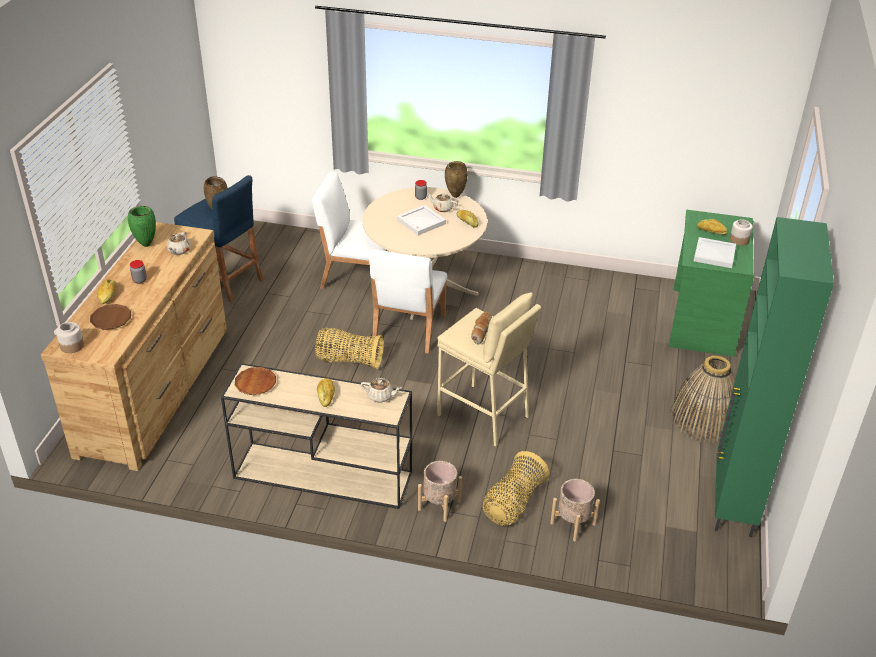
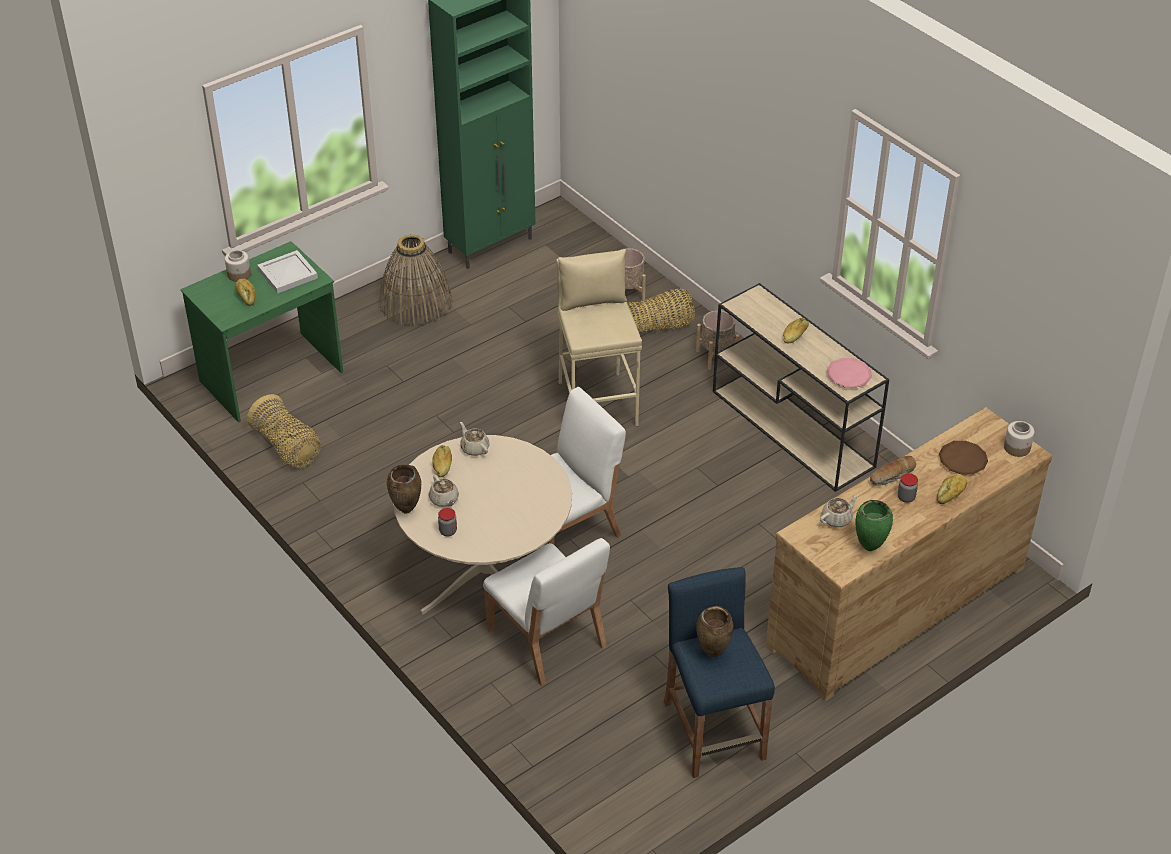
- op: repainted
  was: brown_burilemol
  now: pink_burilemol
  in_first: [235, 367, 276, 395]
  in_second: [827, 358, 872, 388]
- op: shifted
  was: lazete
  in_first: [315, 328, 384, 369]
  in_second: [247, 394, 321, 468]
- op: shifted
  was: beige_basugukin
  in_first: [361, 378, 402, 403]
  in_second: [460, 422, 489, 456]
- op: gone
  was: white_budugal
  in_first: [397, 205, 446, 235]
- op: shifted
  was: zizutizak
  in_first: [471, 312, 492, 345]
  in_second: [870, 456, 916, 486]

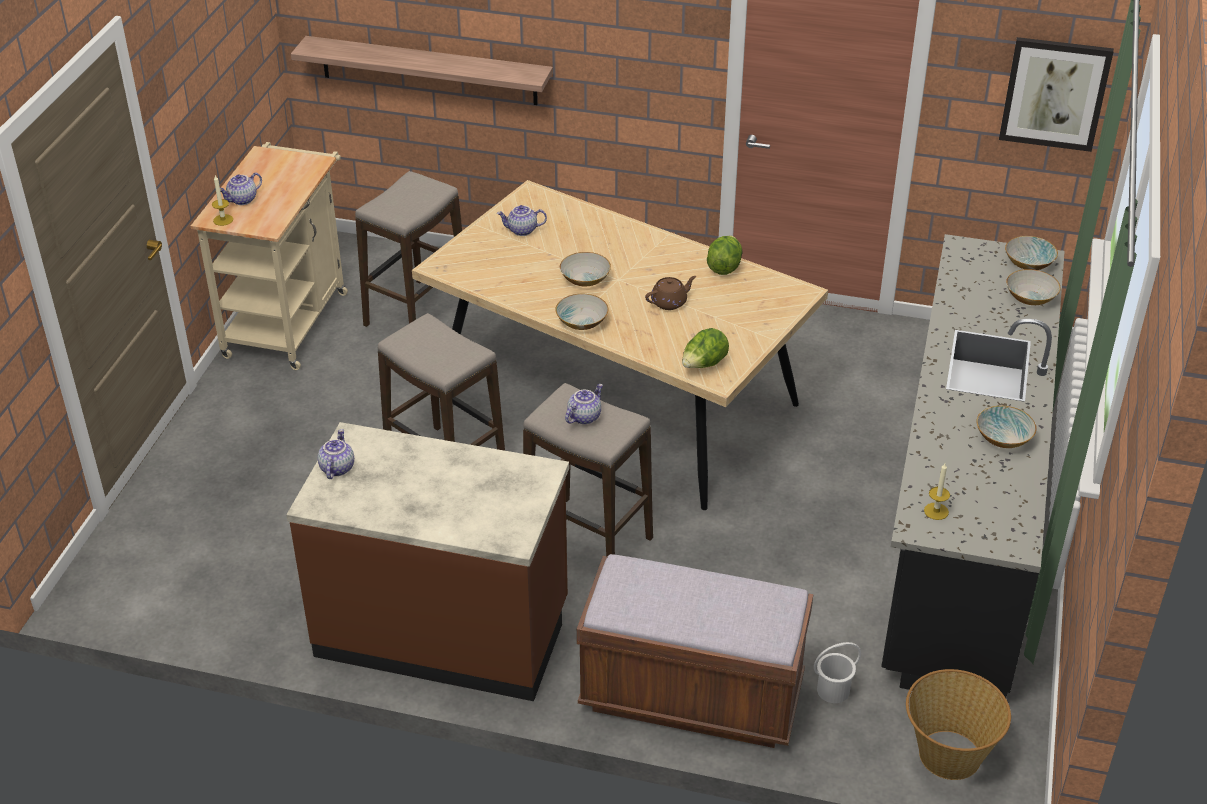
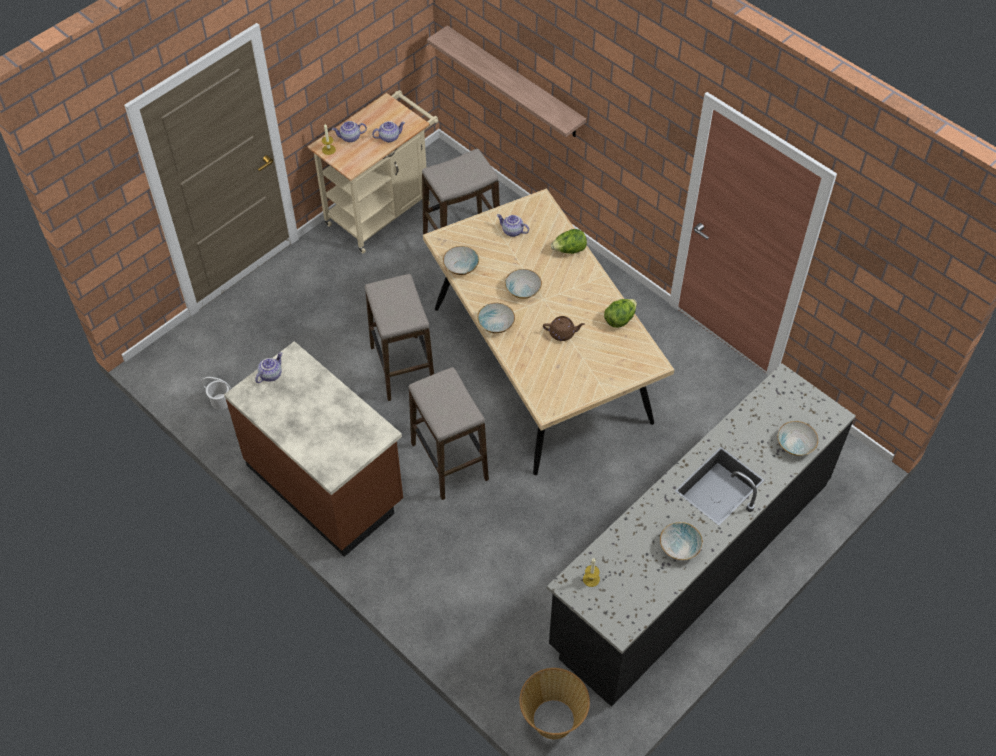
- op: shifted
  was: basugukin
  in_first: [565, 384, 603, 424]
  in_second: [372, 121, 405, 143]
- op: gone
  was: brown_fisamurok
  in_first: [577, 554, 813, 748]
- op: shifted
  was: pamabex
  in_first: [682, 328, 729, 368]
  in_second: [551, 229, 587, 254]
- op: shifted
  was: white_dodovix
  in_first: [814, 642, 861, 703]
  in_second: [201, 377, 231, 410]
- op: gone
  was: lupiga
  in_first: [999, 37, 1114, 152]
- op: shifted
  was: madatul
  in_first: [1005, 236, 1058, 270]
  in_second: [443, 246, 479, 275]

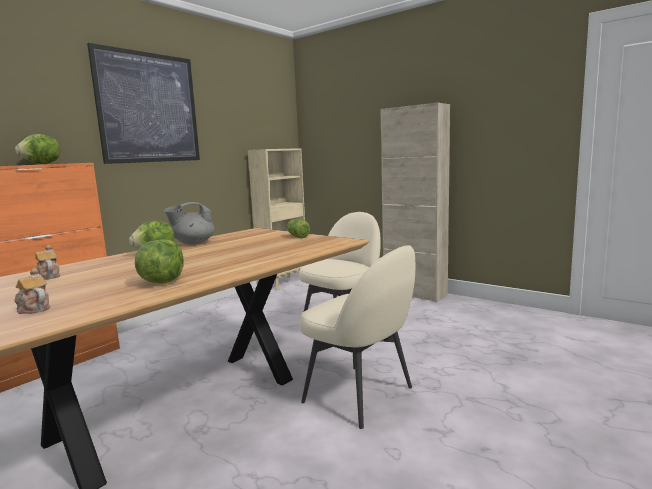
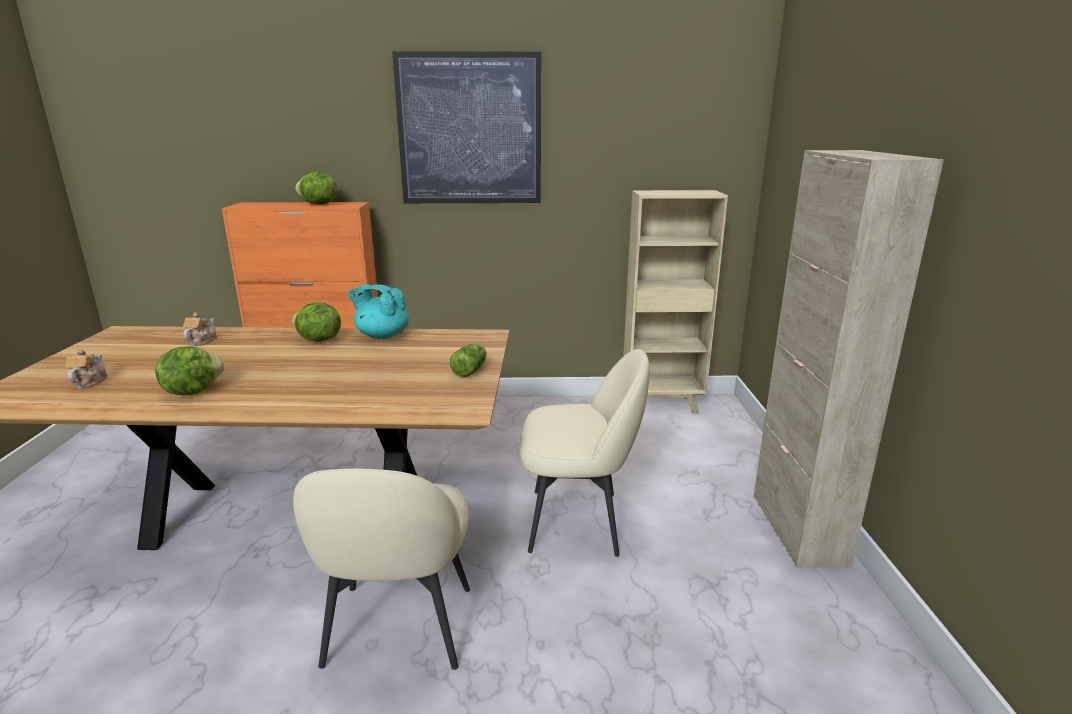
- op: repainted
  was: grey_basugukin
  now: turquoise_basugukin
  in_first: [164, 202, 215, 245]
  in_second: [348, 284, 409, 339]

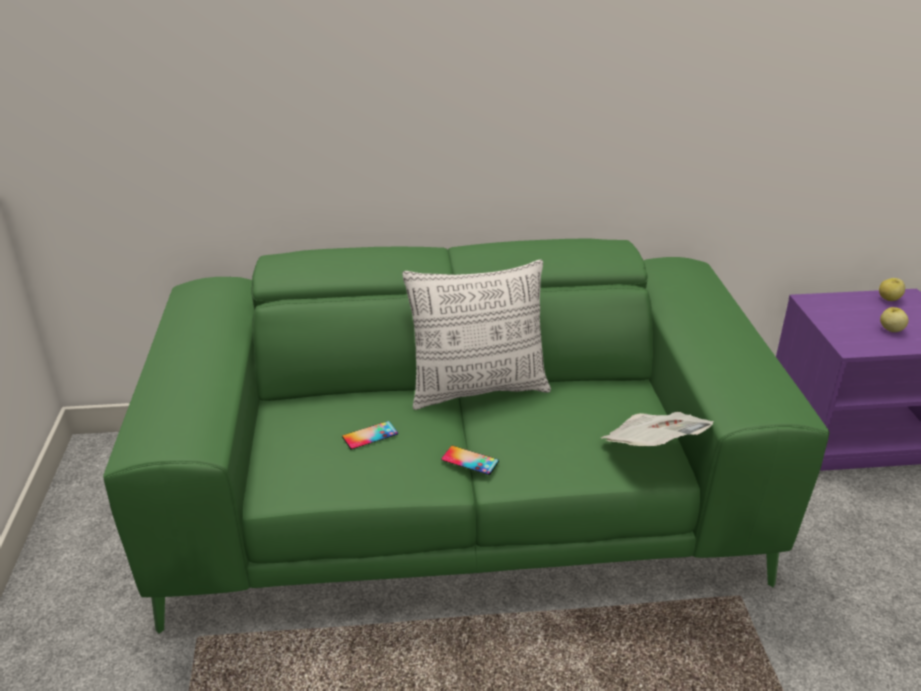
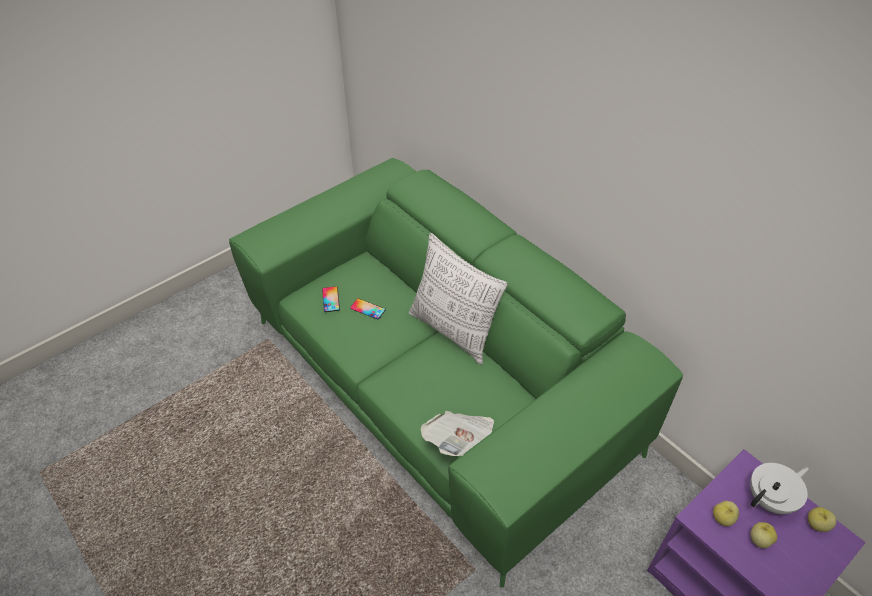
- op: shifted
  was: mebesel
  in_first: [442, 446, 499, 475]
  in_second: [322, 286, 340, 312]
- op: new
  now: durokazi
  in_second: [713, 501, 739, 526]
- op: new
  now: white_basugukin
  in_second: [750, 463, 809, 514]

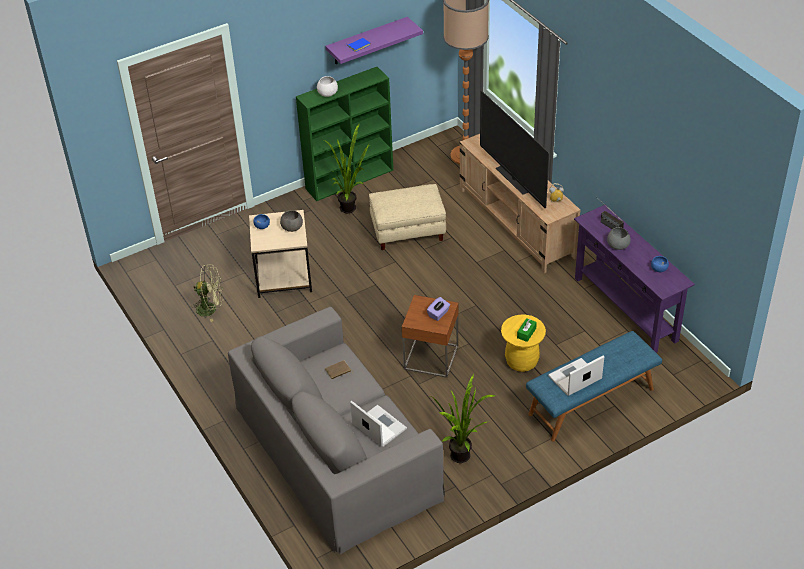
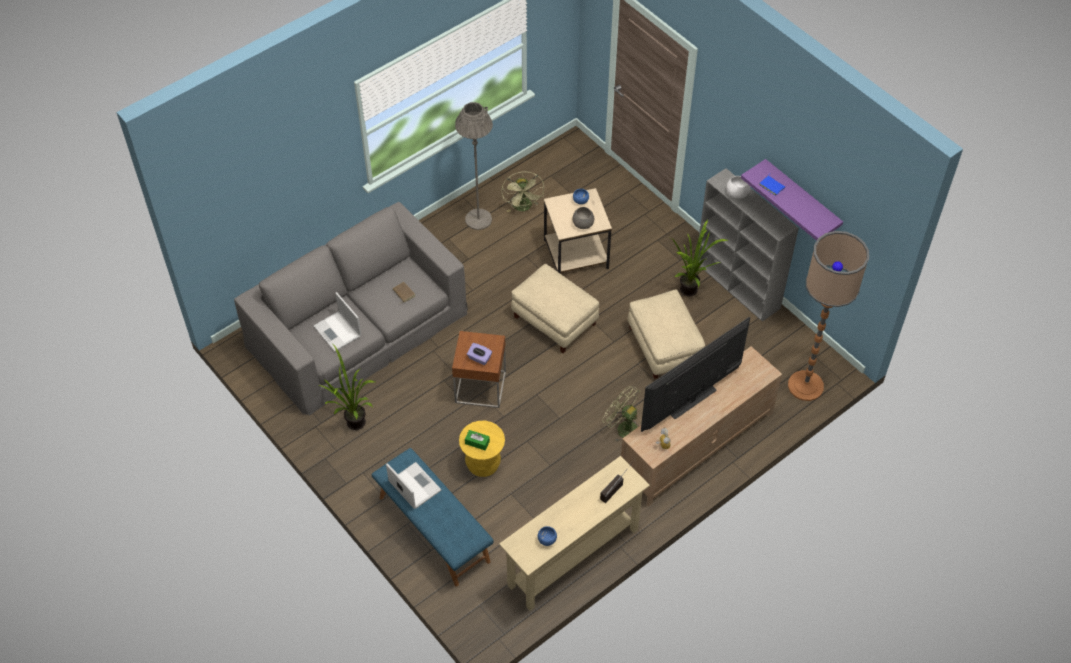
- op: repainted
  was: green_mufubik
  now: grey_mufubik
  in_first: [296, 67, 393, 201]
  in_second: [698, 168, 799, 322]
- op: rotated
  was: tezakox
  in_first: [350, 401, 407, 447]
  in_second: [313, 292, 361, 352]
  clockwise: 105
- op: repainted
  was: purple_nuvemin
  now: beige_nuvemin
  in_first: [574, 205, 695, 353]
  in_second: [499, 456, 650, 611]
- op: gone
  was: grey_madatul
  in_first: [607, 227, 631, 250]
- op: new
  now: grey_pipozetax
  in_second: [455, 102, 493, 230]
- op: new
  now: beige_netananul
  in_second: [511, 264, 599, 353]
- op: new
  now: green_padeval
  in_second: [603, 386, 640, 441]

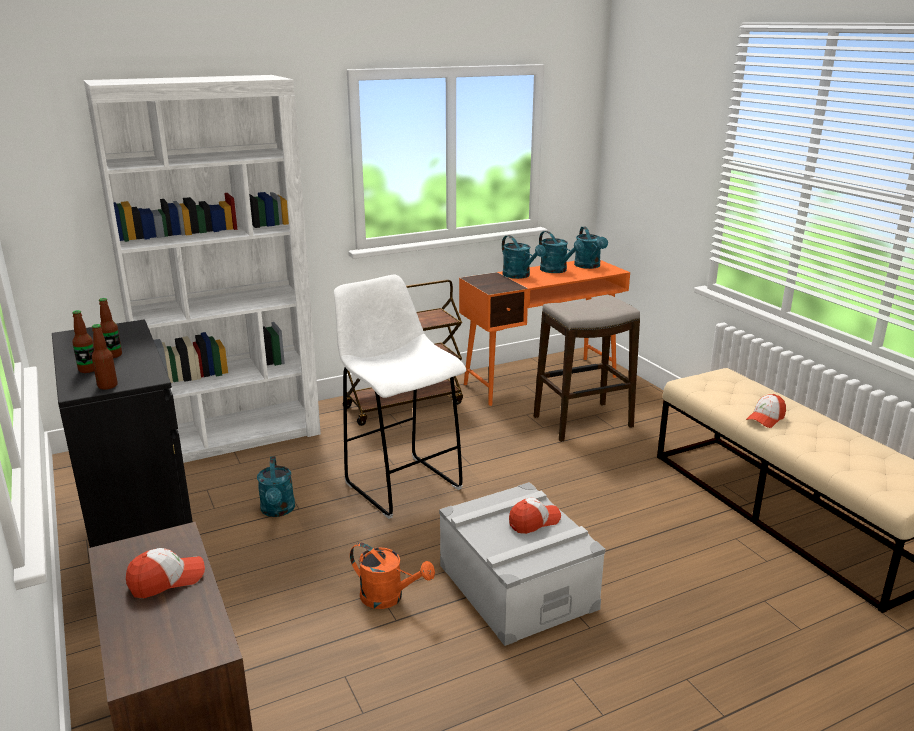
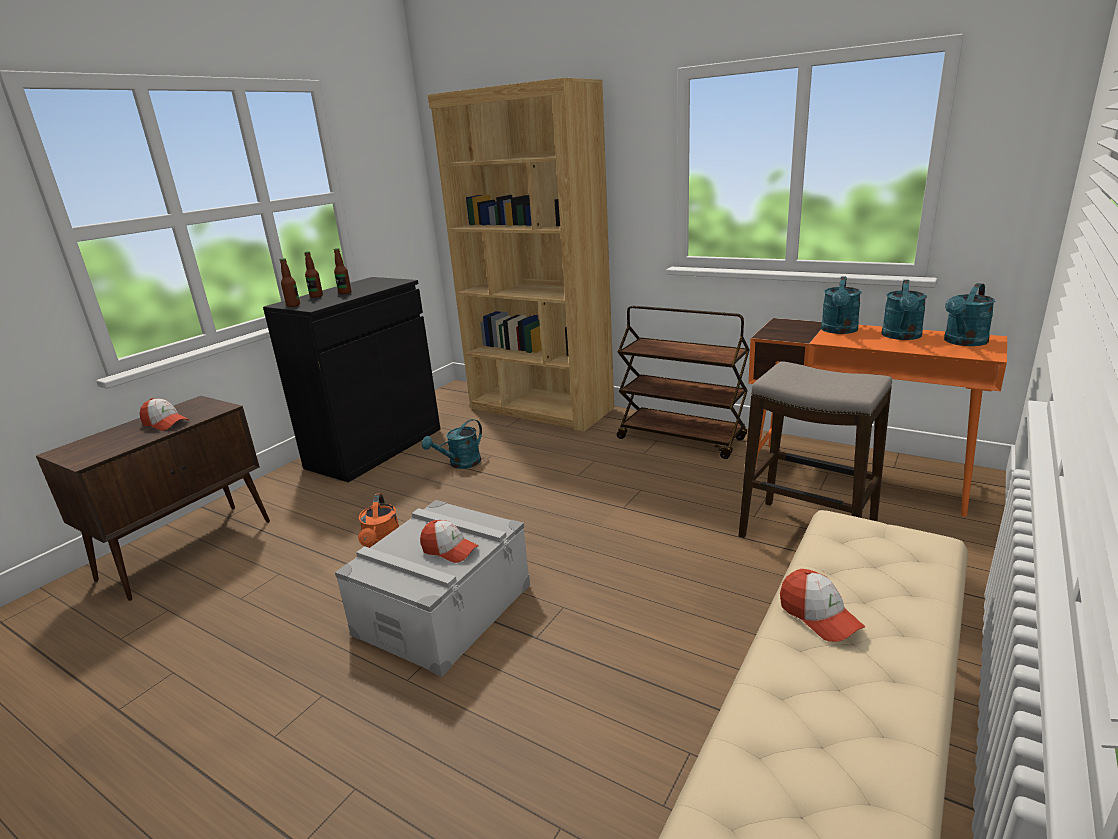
- op: repainted
  was: white_mufubik
  now: brown_mufubik
  in_first: [84, 75, 321, 463]
  in_second: [428, 78, 614, 432]
- op: gone
  was: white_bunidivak
  in_first: [334, 275, 466, 519]
- op: rotated
  was: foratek
  in_first: [746, 394, 786, 428]
  in_second: [780, 569, 866, 642]
  clockwise: -135

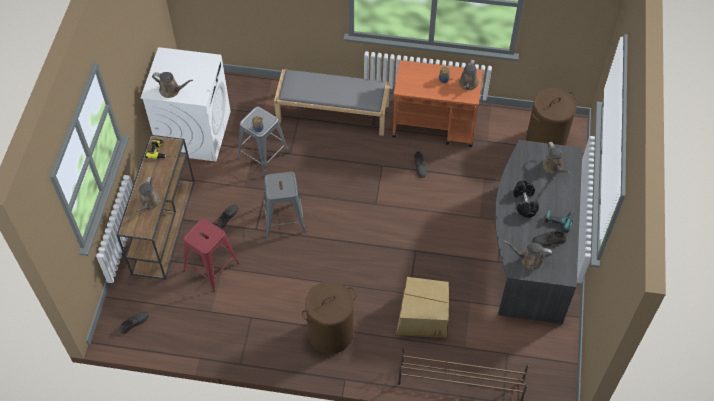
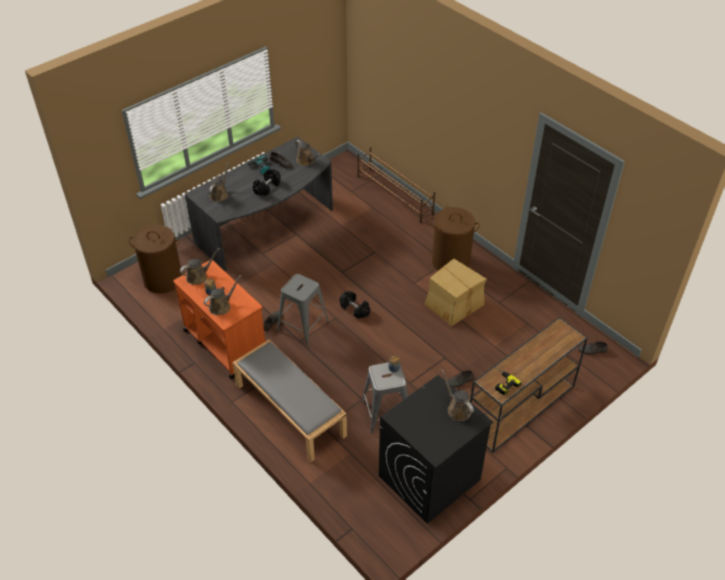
- op: shifted
  was: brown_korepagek
  in_first: [136, 177, 161, 212]
  in_second: [204, 275, 242, 315]
- op: repainted
  was: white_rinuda
  now: black_rinuda
  in_first: [141, 47, 231, 162]
  in_second: [379, 375, 493, 524]
- op: gone
  was: red_bunidivak
  in_first: [183, 218, 240, 291]
- op: shifted
  was: grey_bunidivak
  in_first: [263, 172, 306, 237]
  in_second: [277, 274, 329, 346]
- op: shifted
  was: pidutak
  in_first: [396, 277, 449, 338]
  in_second: [424, 259, 487, 326]
- op: new
  now: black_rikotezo
  in_second: [340, 291, 370, 319]

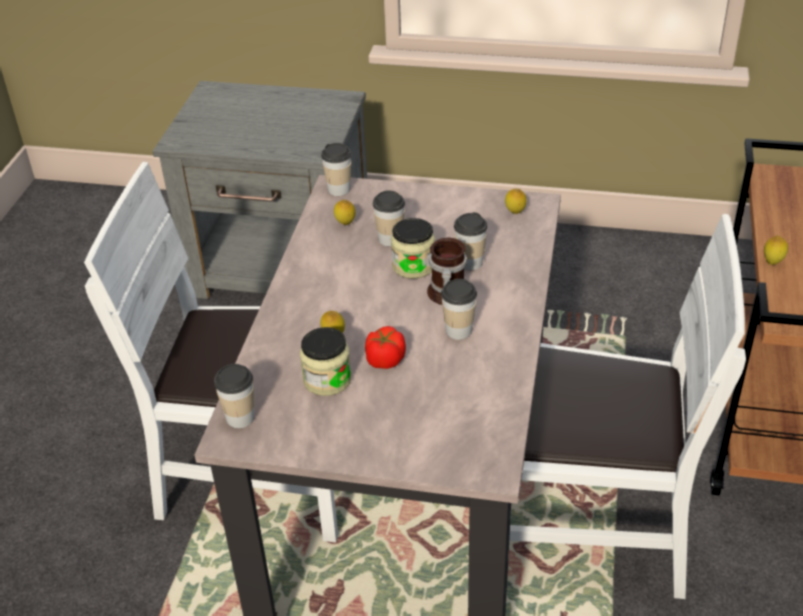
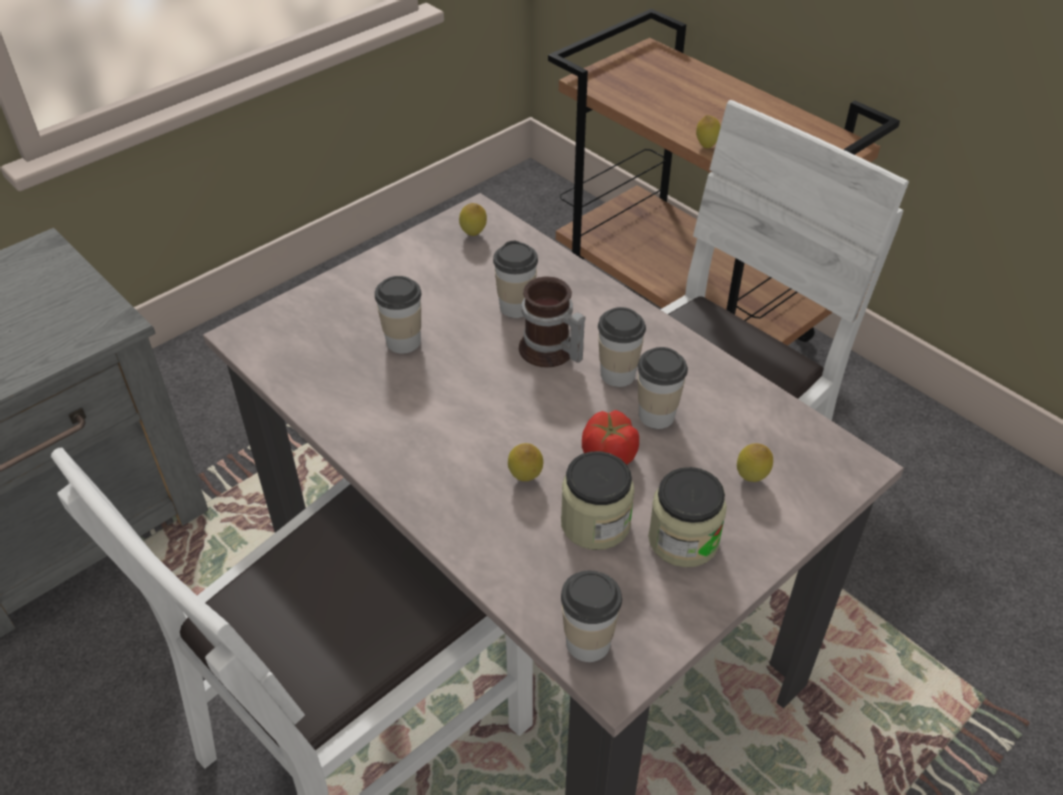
- op: shifted
  was: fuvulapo
  in_first: [321, 143, 351, 196]
  in_second: [638, 347, 688, 429]
- op: shifted
  was: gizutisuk
  in_first: [334, 200, 355, 225]
  in_second: [737, 443, 773, 482]
- op: shifted
  was: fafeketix
  in_first: [391, 218, 435, 279]
  in_second: [648, 467, 727, 567]

